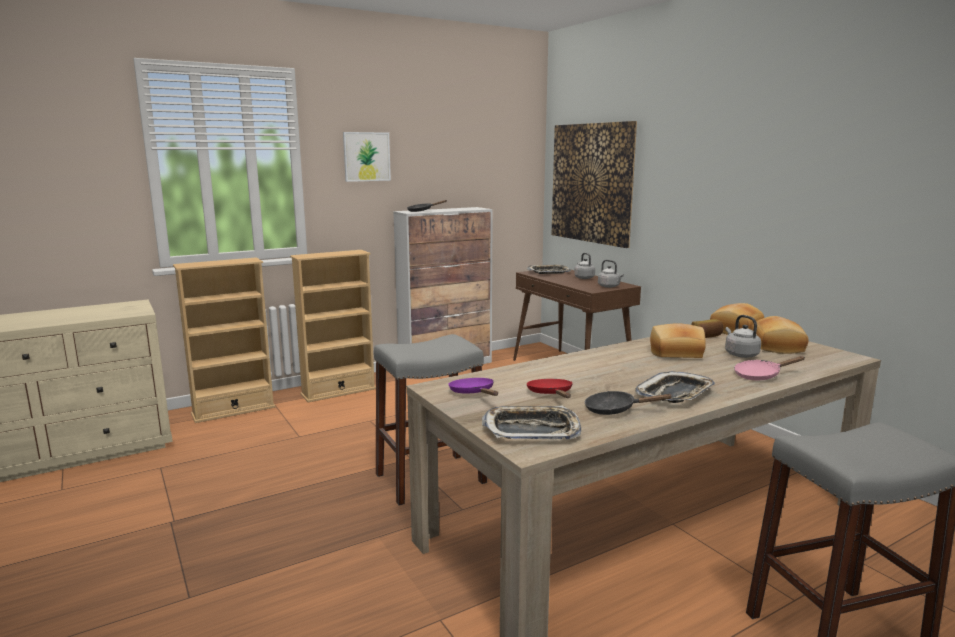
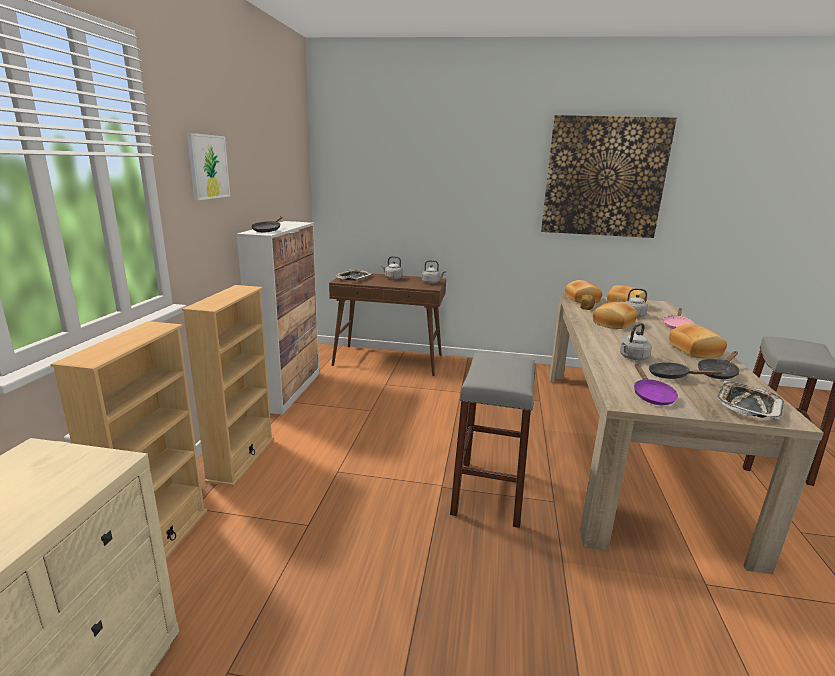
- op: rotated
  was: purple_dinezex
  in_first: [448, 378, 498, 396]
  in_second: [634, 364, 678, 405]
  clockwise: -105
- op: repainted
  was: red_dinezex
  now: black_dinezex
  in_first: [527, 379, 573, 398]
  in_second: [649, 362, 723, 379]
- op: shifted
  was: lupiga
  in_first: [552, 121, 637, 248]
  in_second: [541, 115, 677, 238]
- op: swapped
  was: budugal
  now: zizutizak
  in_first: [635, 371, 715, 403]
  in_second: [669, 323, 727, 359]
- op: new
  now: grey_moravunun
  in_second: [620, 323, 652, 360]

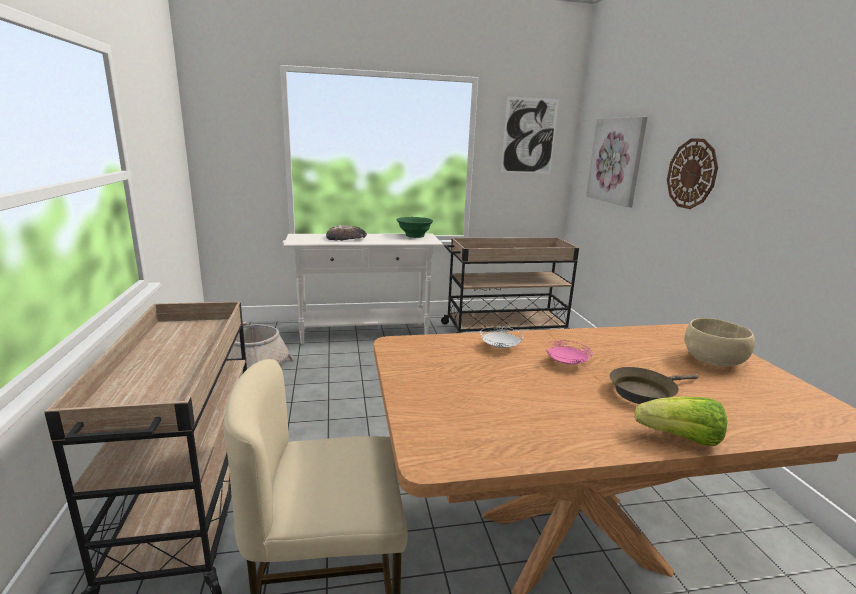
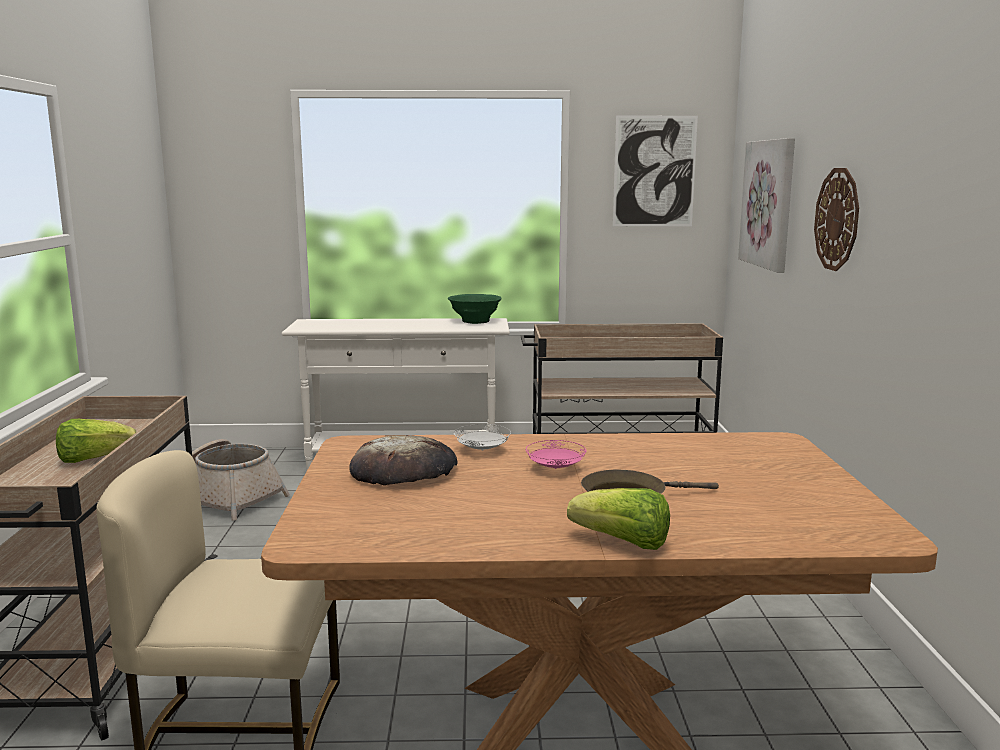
- op: shifted
  was: zizutizak
  in_first: [326, 225, 367, 241]
  in_second: [349, 435, 458, 485]
- op: gone
  was: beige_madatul
  in_first: [684, 318, 755, 367]
- op: new
  now: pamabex
  in_second: [56, 419, 136, 463]

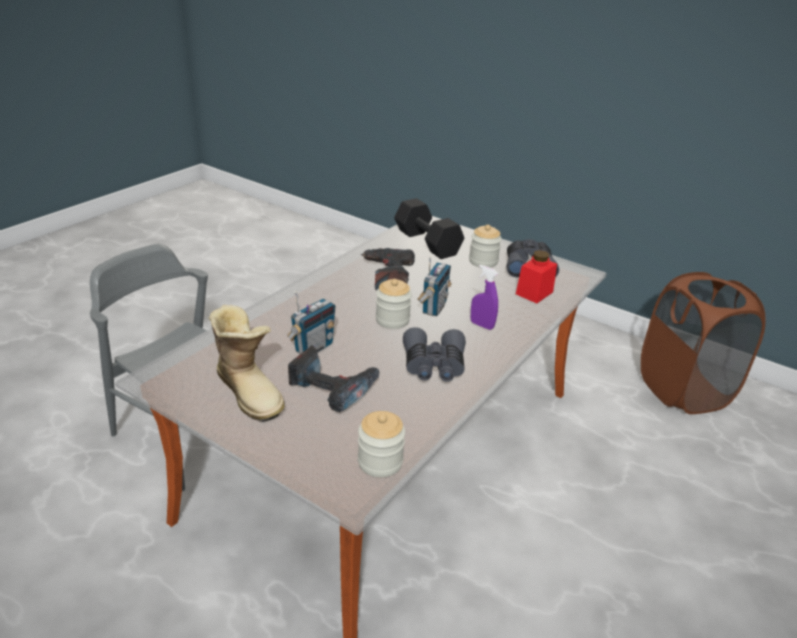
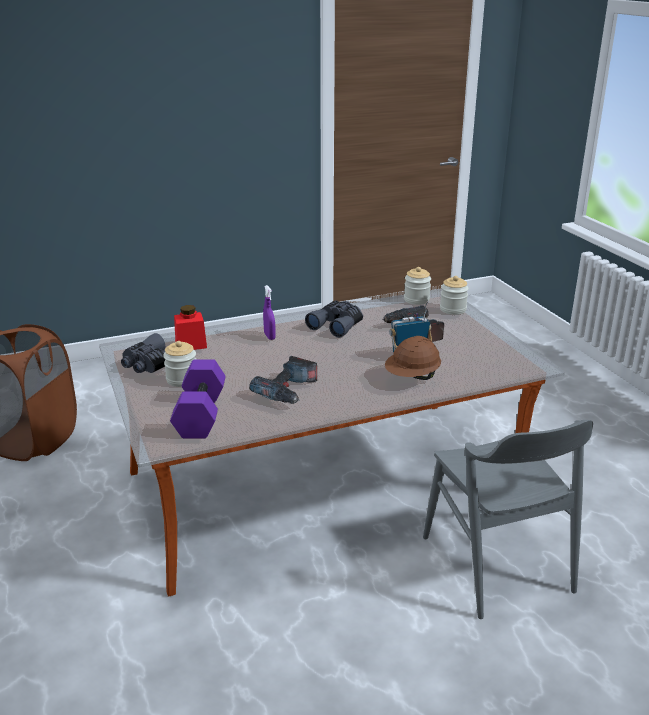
- op: gone
  was: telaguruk
  in_first: [208, 305, 285, 422]
- op: shifted
  was: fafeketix
  in_first: [376, 279, 412, 329]
  in_second: [440, 276, 469, 315]
- op: repainted
  was: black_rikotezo
  now: purple_rikotezo
  in_first: [394, 198, 464, 259]
  in_second: [170, 359, 226, 439]
- op: gone
  was: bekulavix
  in_first: [417, 257, 451, 316]
- op: new
  now: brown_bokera
  in_second: [385, 336, 441, 380]

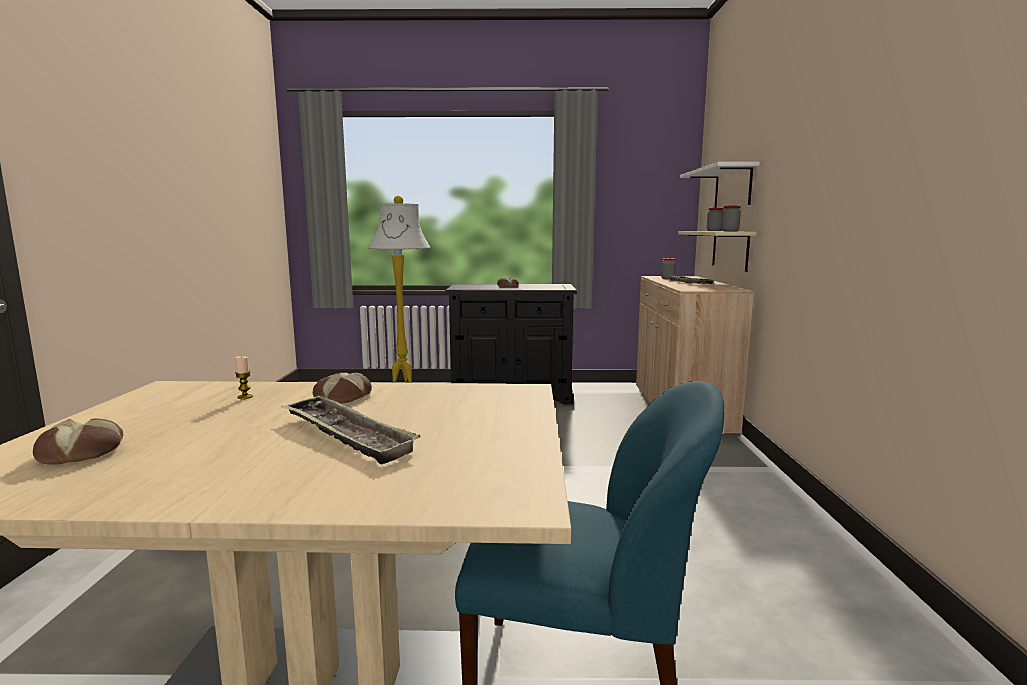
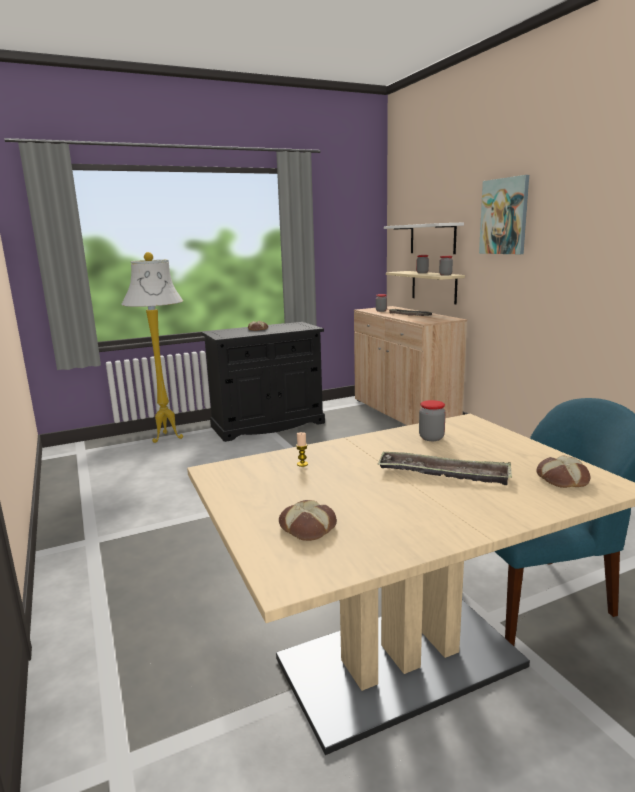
- op: shifted
  was: zizutizak
  in_first: [313, 373, 372, 404]
  in_second: [536, 455, 590, 488]
- op: new
  now: fafeketix
  in_second: [419, 400, 446, 441]
- op: new
  now: lupiga
  in_second: [479, 175, 529, 254]

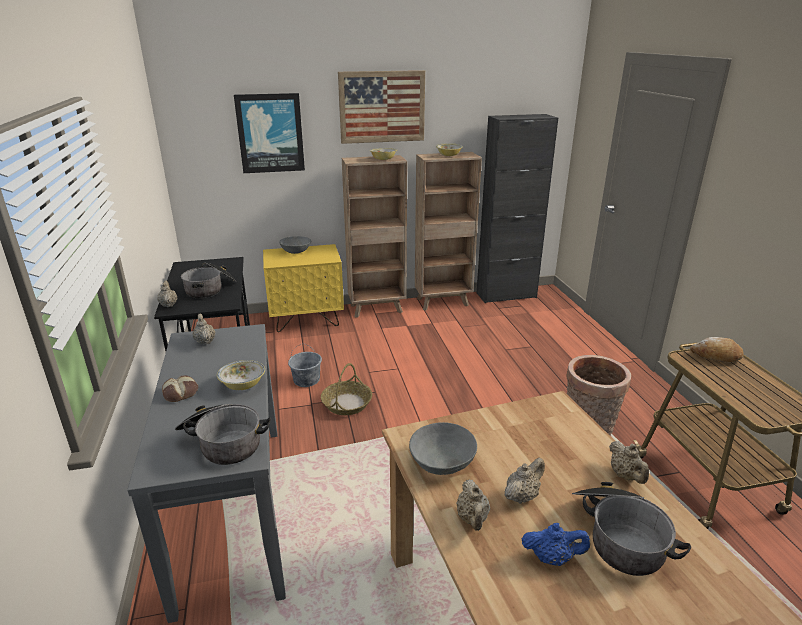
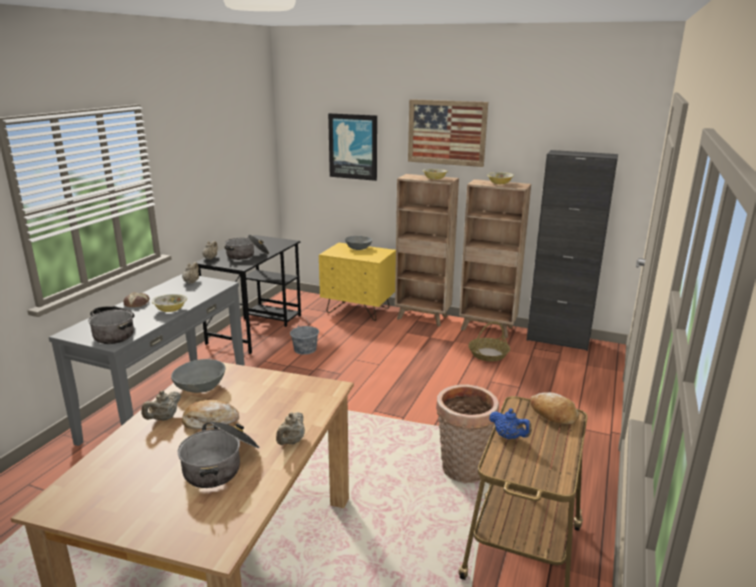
- op: shifted
  was: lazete
  in_first: [321, 363, 372, 415]
  in_second: [468, 322, 510, 361]
- op: swapped
  was: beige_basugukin
  now: zizutizak
  in_first: [505, 458, 545, 504]
  in_second: [182, 400, 239, 429]
- op: shifted
  was: blue_basugukin
  in_first: [522, 523, 591, 566]
  in_second: [489, 408, 532, 439]

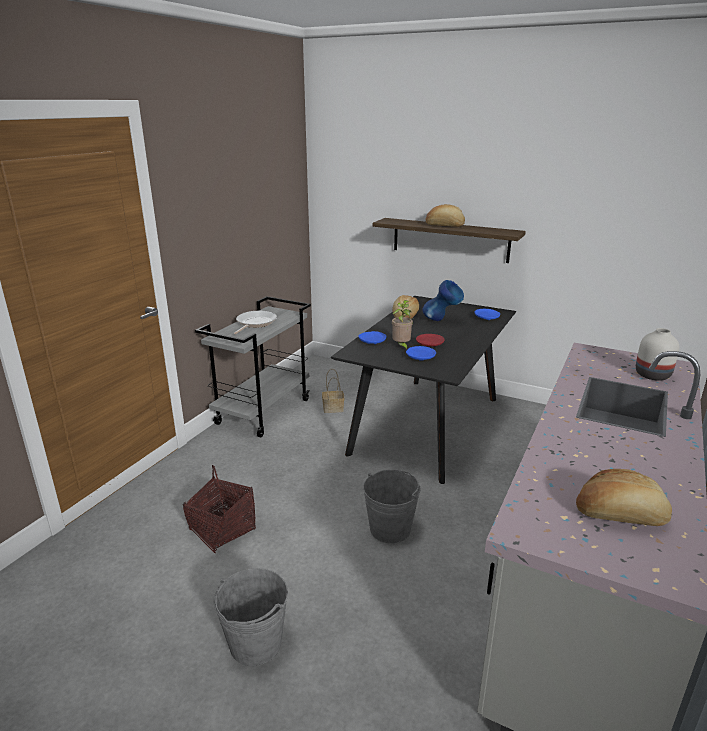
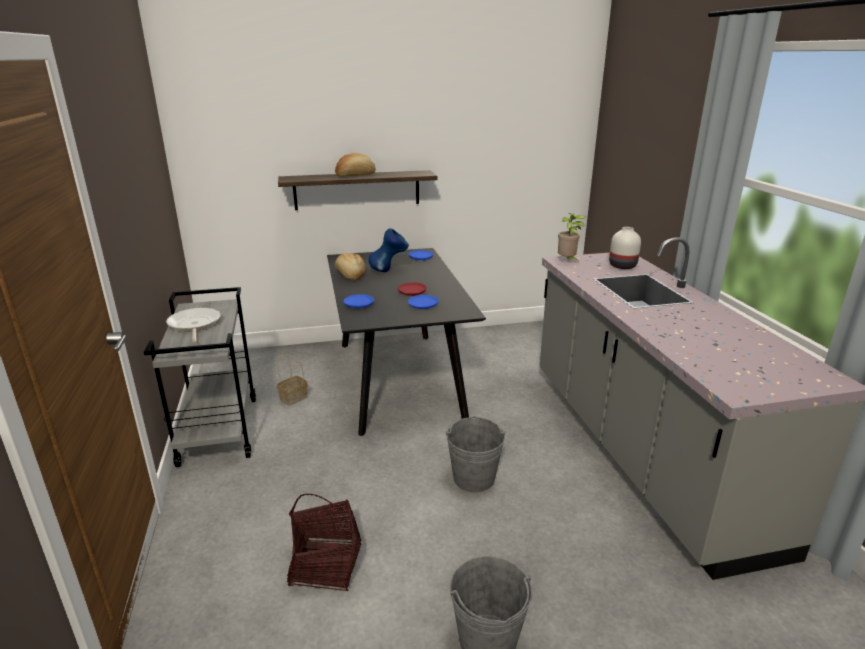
- op: shifted
  was: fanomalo
  in_first: [392, 300, 413, 351]
  in_second: [558, 213, 586, 262]
- op: gone
  was: zizutizak
  in_first: [576, 469, 672, 526]

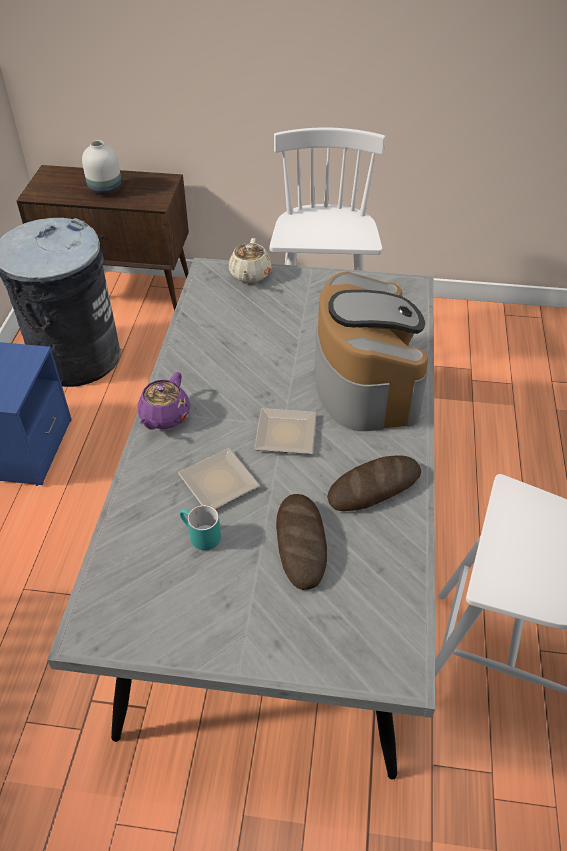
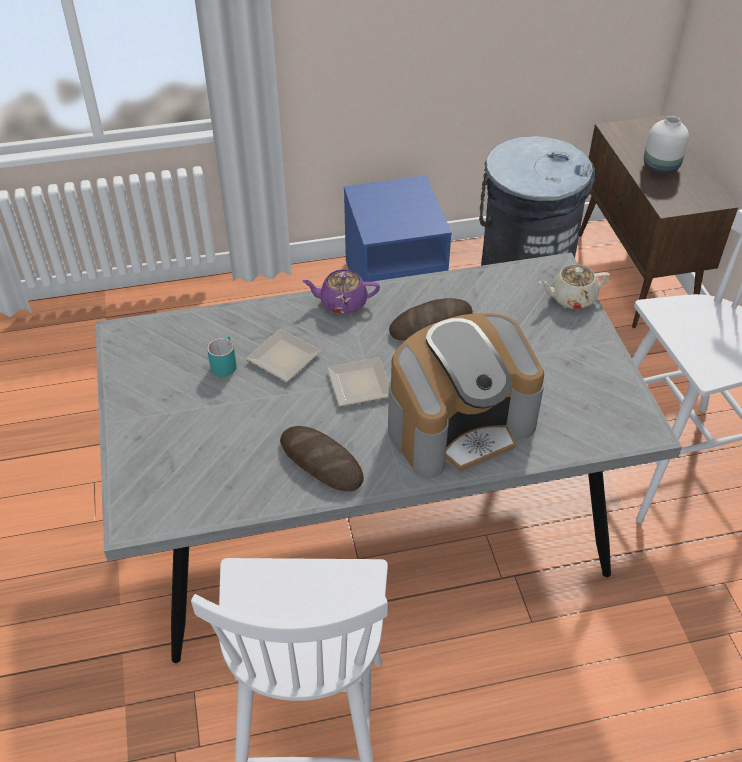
- op: shifted
  was: zizutizak
  in_first: [276, 494, 327, 590]
  in_second: [389, 298, 473, 340]

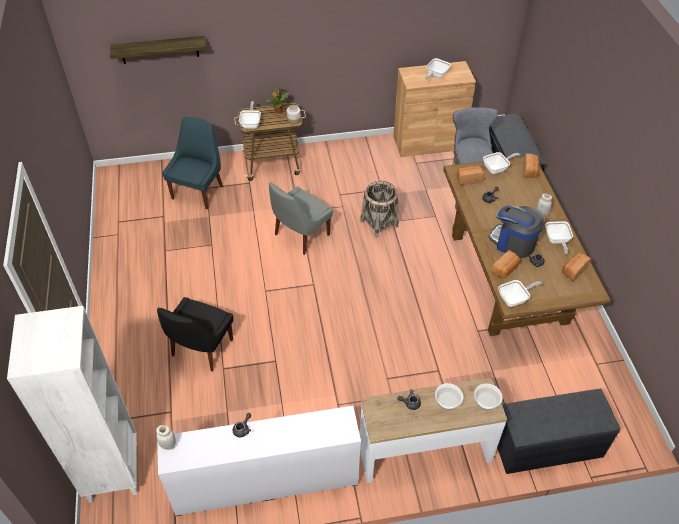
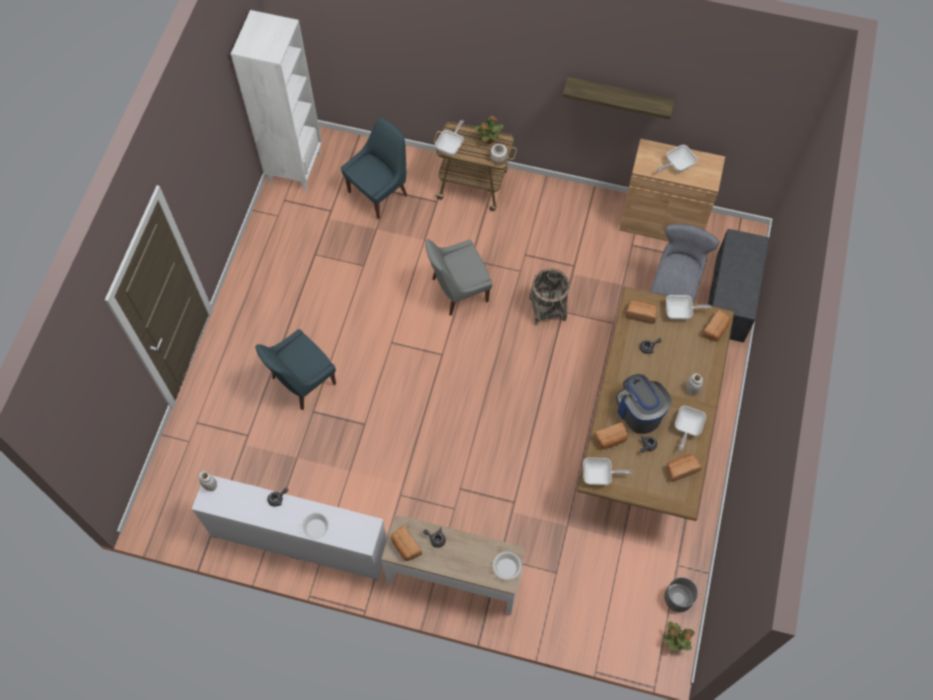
- op: shifted
  was: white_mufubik
  in_first: [7, 306, 138, 503]
  in_second: [231, 10, 322, 190]
- op: shifted
  was: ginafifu
  in_first: [110, 36, 206, 64]
  in_second: [562, 77, 675, 119]
- op: repainted
  was: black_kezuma
  now: blue_kezuma
  in_first: [157, 297, 233, 371]
  in_second: [255, 329, 336, 410]
- op: shifted
  was: madatul
  in_first: [435, 383, 463, 410]
  in_second: [301, 512, 329, 539]
- op: gone
  was: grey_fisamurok
  in_first: [497, 389, 621, 474]
- op: new
  now: zizutizak
  in_second: [391, 525, 422, 561]
- op: new
  now: fanomalo
  in_second: [662, 621, 695, 652]
- op: new
  now: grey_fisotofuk
  in_second: [664, 577, 698, 612]

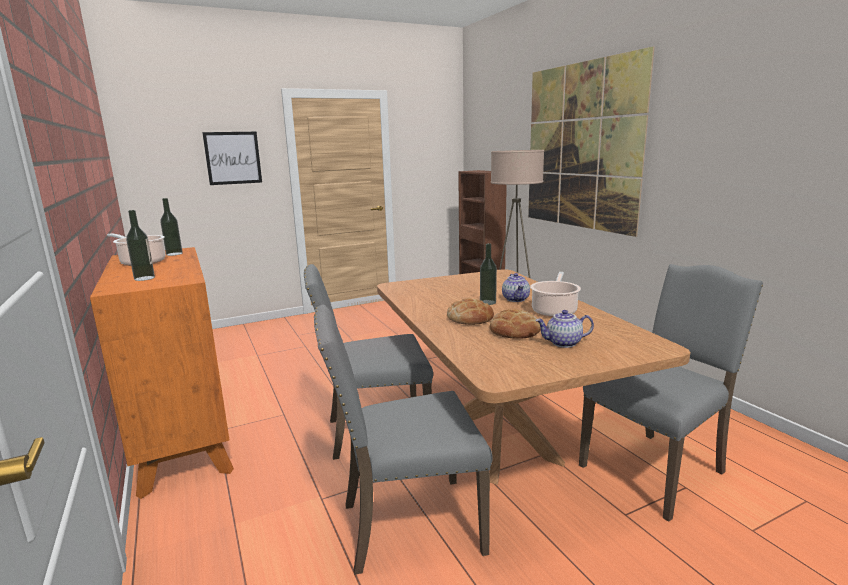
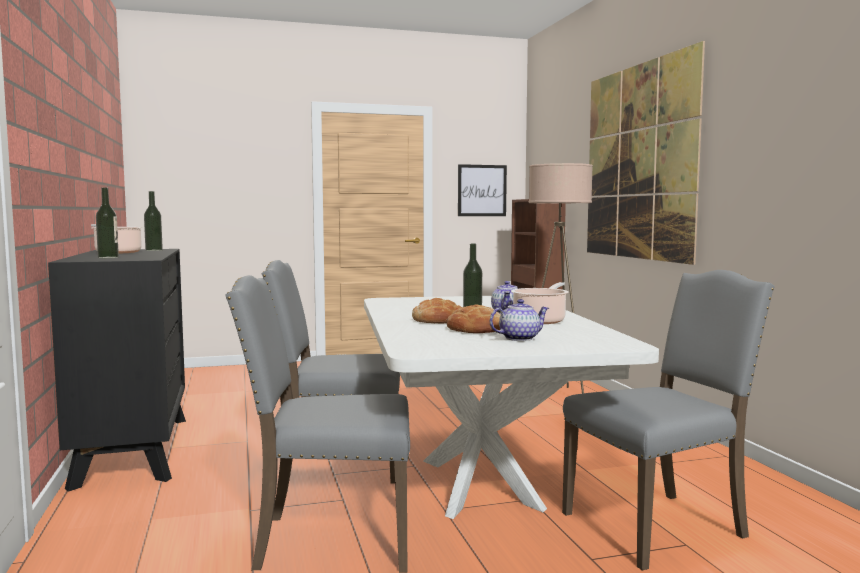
- op: repainted
  was: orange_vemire
  now: black_vemire
  in_first: [90, 247, 234, 499]
  in_second: [48, 249, 186, 492]
- op: shifted
  was: lupiga
  in_first: [202, 132, 262, 185]
  in_second: [458, 164, 507, 216]
- op: repainted
  was: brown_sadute
  now: white_sadute
  in_first: [377, 269, 690, 485]
  in_second: [364, 296, 659, 519]
- op: rotated
  was: basugukin
  in_first: [535, 310, 594, 348]
  in_second: [490, 299, 549, 341]
  clockwise: 150

